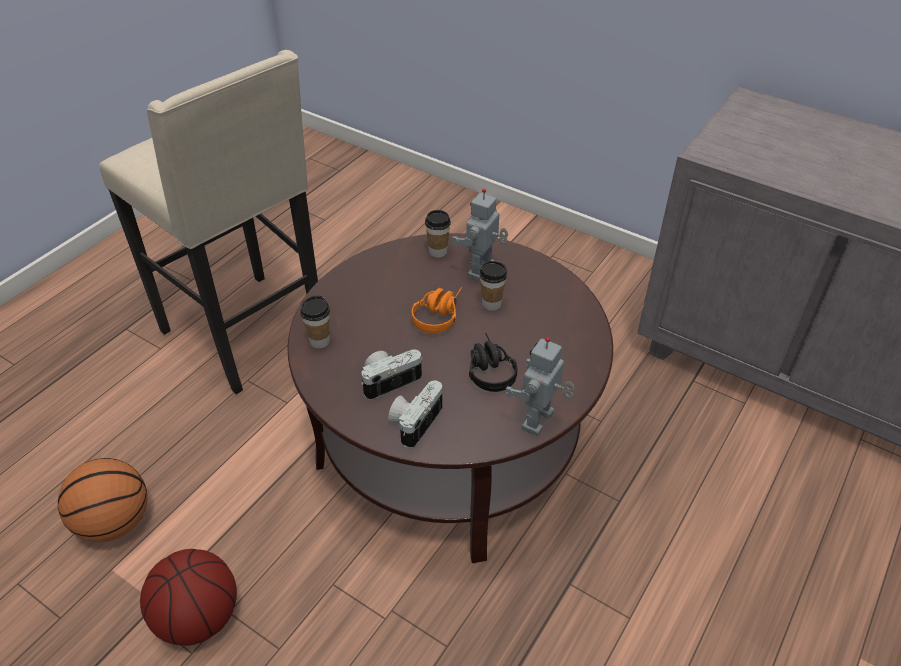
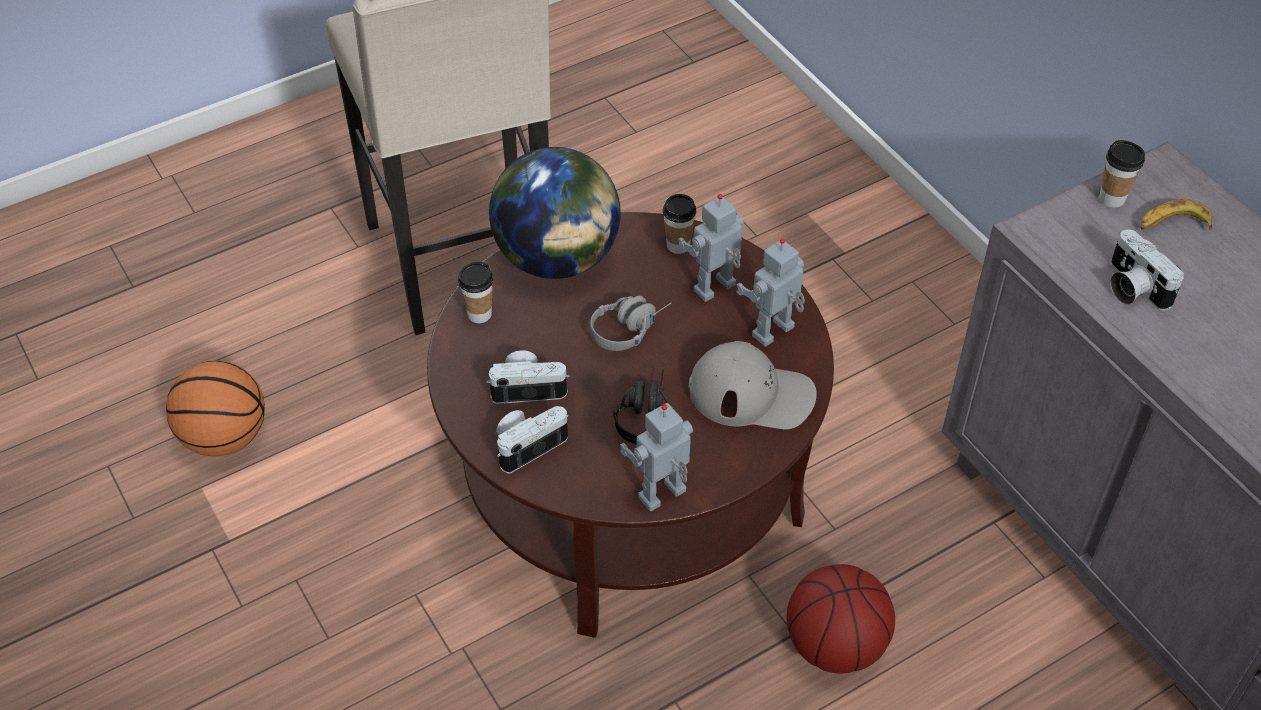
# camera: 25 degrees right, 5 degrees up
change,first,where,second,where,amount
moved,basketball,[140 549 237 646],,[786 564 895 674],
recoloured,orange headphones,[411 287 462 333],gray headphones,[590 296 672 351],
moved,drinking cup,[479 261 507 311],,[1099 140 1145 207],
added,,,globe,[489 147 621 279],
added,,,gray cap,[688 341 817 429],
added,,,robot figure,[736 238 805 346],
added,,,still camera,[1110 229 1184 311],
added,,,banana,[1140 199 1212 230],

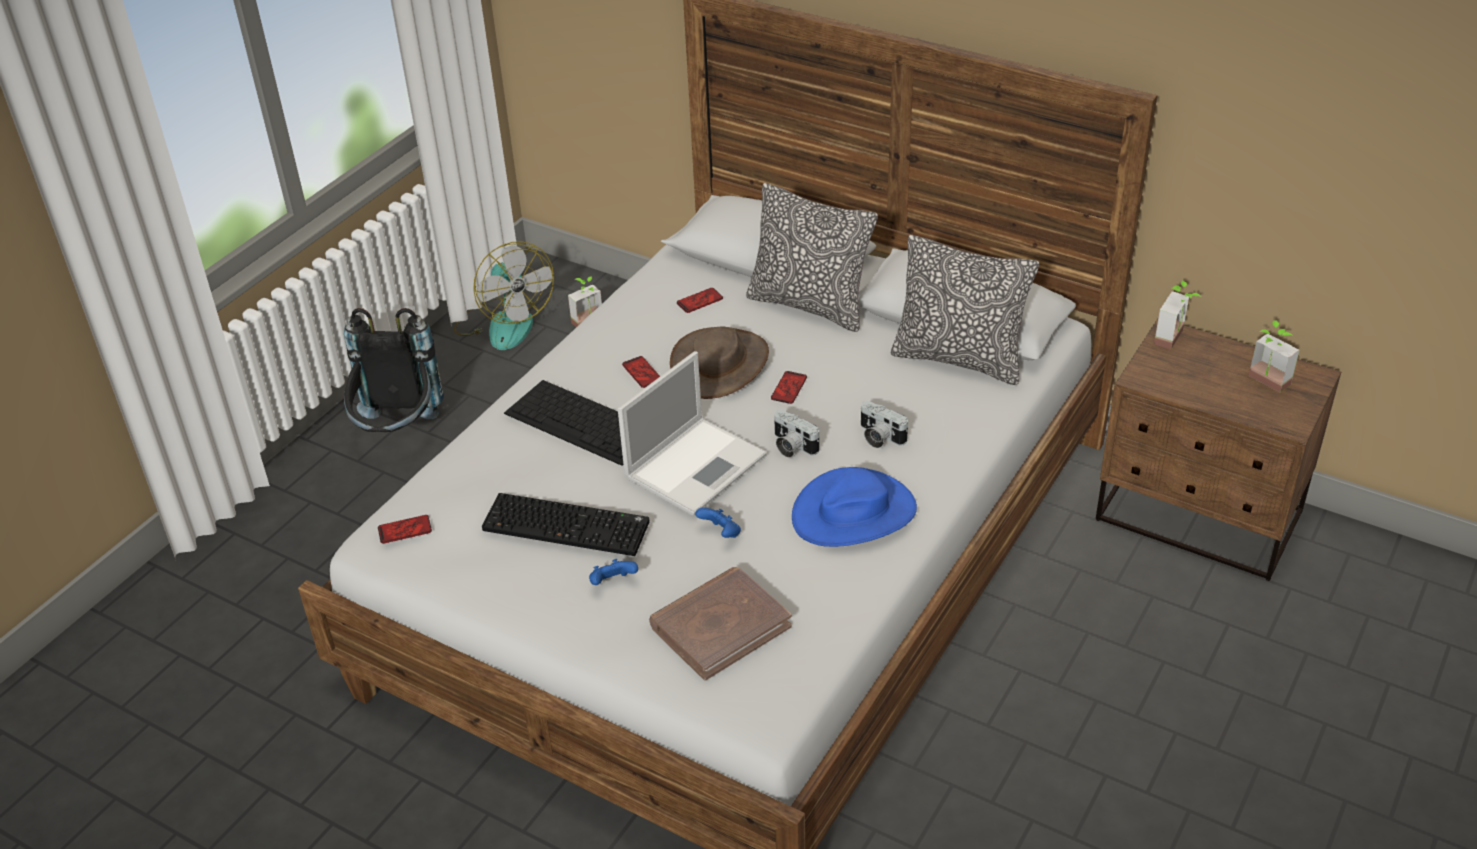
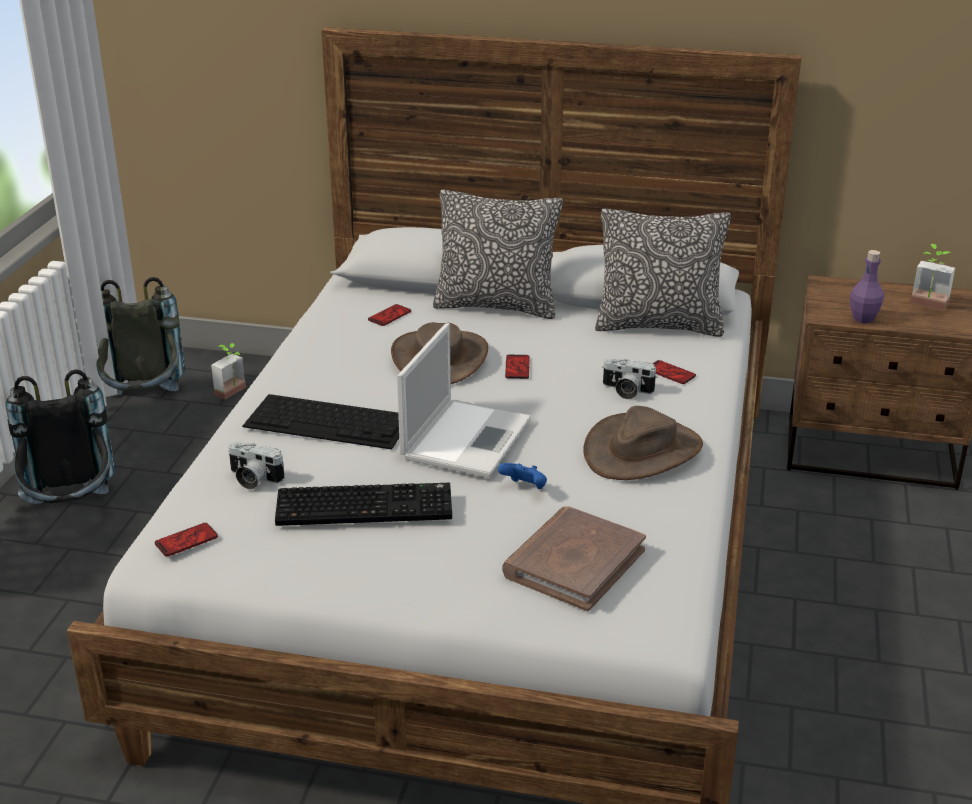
# camera: 20 degrees left, 10 degrees down
change,first,where,second,where,amount
replaced,fan,[454 242 554 350],gray rucksack,[96 277 185 395],
removed,blue-coloured gamepad,[589 559 638 585],,,
moved,phone,[622 356 660 388],,[652 360 696 384],
moved,still camera,[774 410 819 457],,[228 442 285 489],
recoloured,blue-coloured hat,[792 467 917 547],brownish hat,[583 406 703 480],
removed,potted plant,[1154 281 1201 349],,,
added,,,purple-coloured drink bottle,[850 250 884 324],

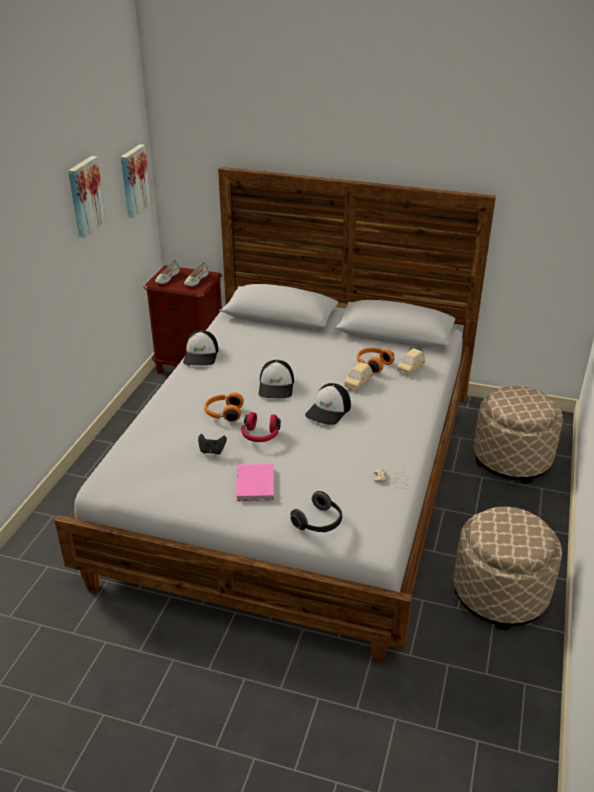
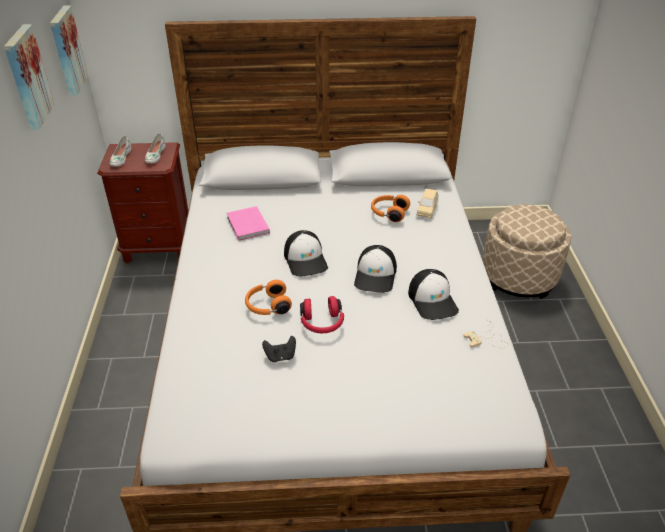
# camera: 20 degrees left, 5 degrees up
change,first,where,second,where,amount
moved,cap,[183 330 219 366],,[408 269 459 320],
moved,pink bound book,[236 464 274 501],,[227 206 270 241],
removed,headphones,[290 491 342 532],,,
removed,beige toy car,[344 362 372 391],,,
removed,beige pouffe,[454 507 562 630],,,

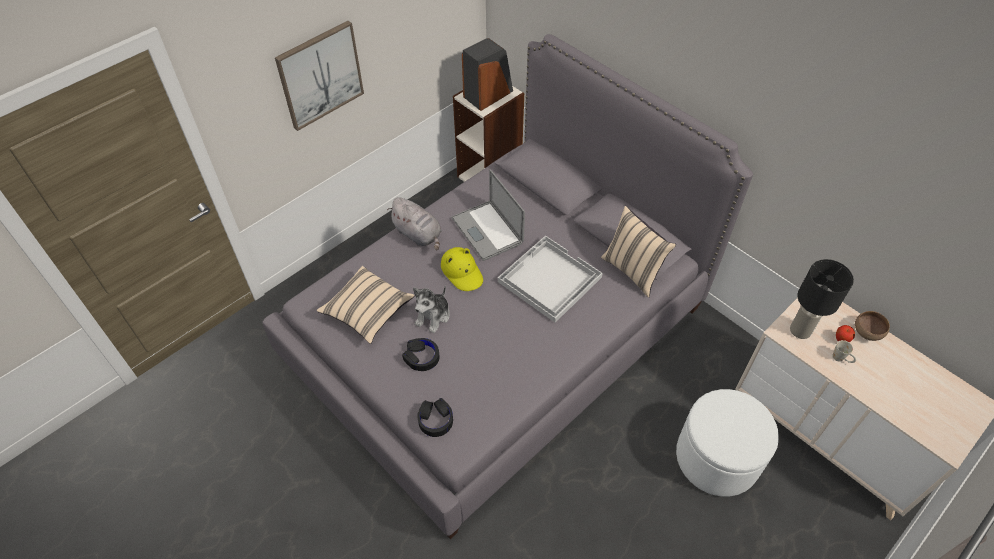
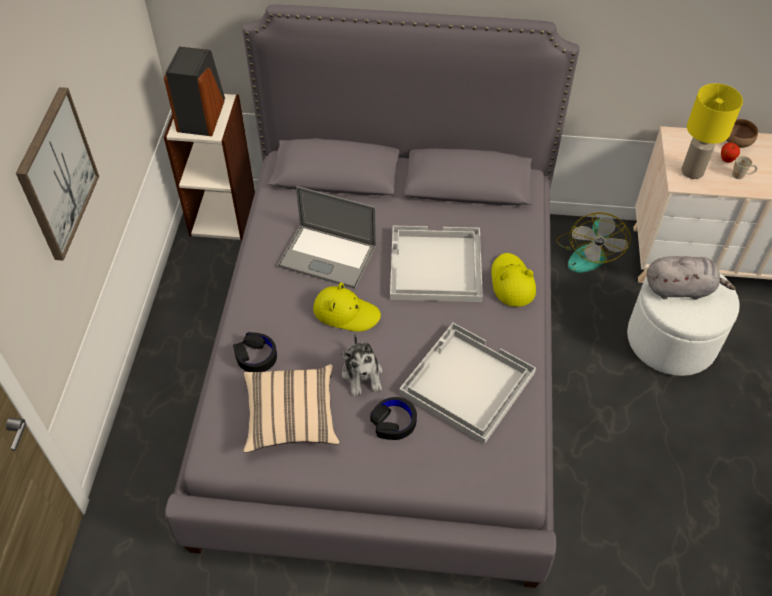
# camera: 40 degrees left, 0 degrees up
change,first,where,second,where,amount
moved,gray plush toy,[387 197 442 250],,[647 256 736 300],
moved,black headphones,[417 398 453 437],,[233 332 277 372],
removed,beige cushion,[601 206 676 298],,,
recoloured,black table lamp,[790 259 854 339],yellow table lamp,[681 83 743 179],
added,,,white-coloured carrying tray,[399 323 536 444],
added,,,yellow hat,[491 253 536 307],
added,,,fan,[556 212 630 273],

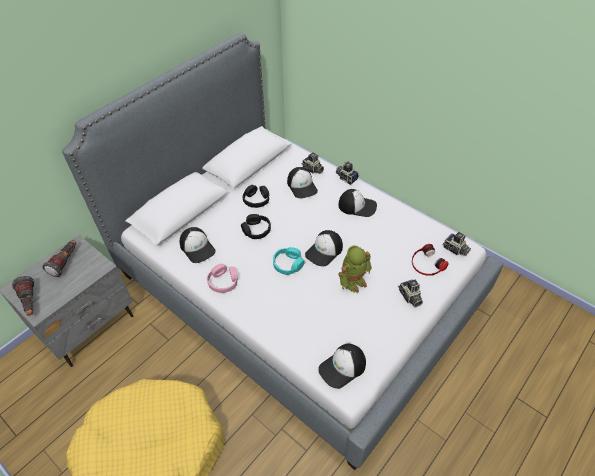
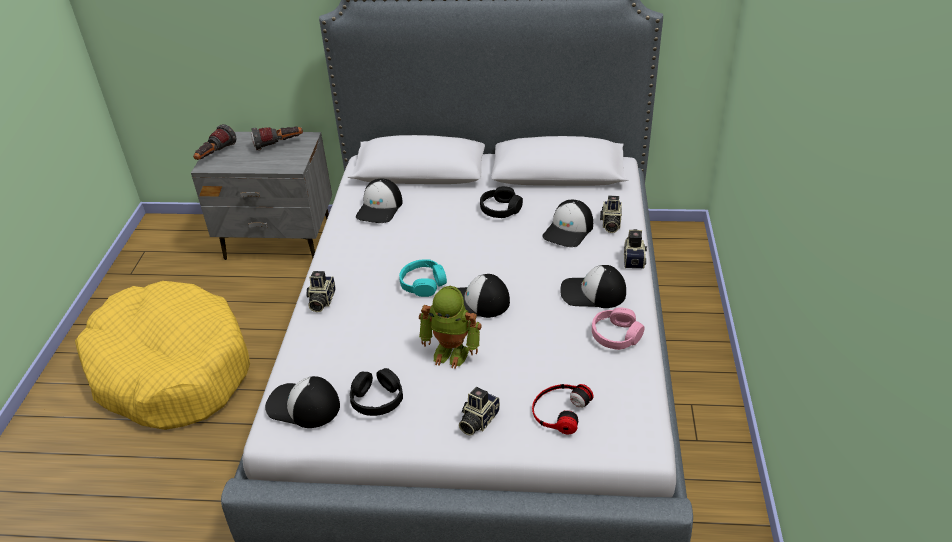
# camera: 55 degrees right, 10 degrees down
change,first,where,second,where,amount
moved,pink headphones,[207 264 238 293],,[592 307 644 350],
moved,black headphones,[241 214 271 239],,[350 368 403 416],
turned,cap,[338 189 377 217],,[560 265 626 308],120 degrees clockwise
moved,still camera,[443 232 471 256],,[306 271 335 312],

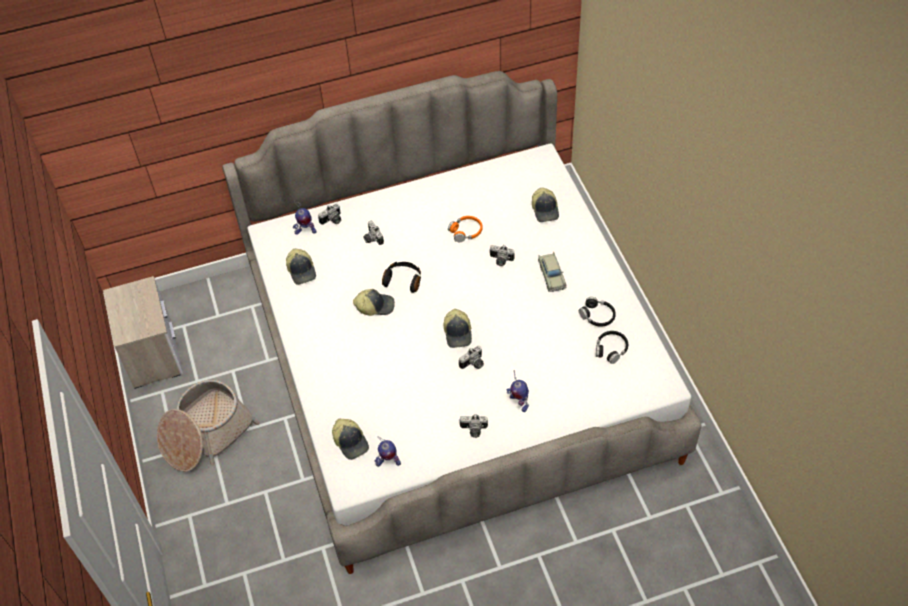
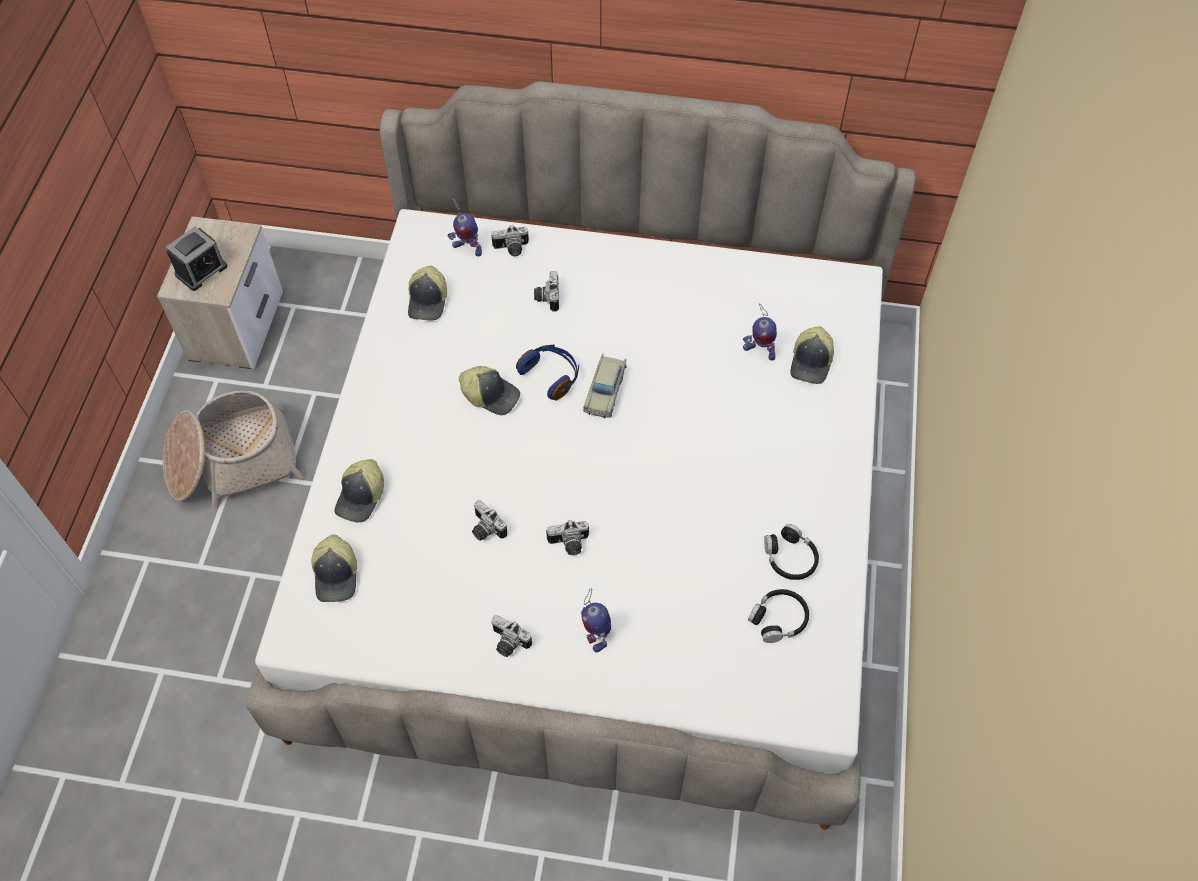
# camera: 25 degrees right, 5 degrees up
change,first,where,second,where,amount
moved,robot figure,[375 436 401 467],,[743 303 777 360],
recoloured,black headphones,[382 262 421 293],blue-coloured headphones,[516 345 579 400],
moved,cap,[444 309 472 348],,[335 459 384 522],
removed,orange headphones,[448 216 483 242],,,
moved,still camera,[490 245 514 266],,[472 500 507 541],
moved,beige toy car,[538 252 566 292],,[583 354 627 418],
added,,,alarm clock,[166 226 228 291],

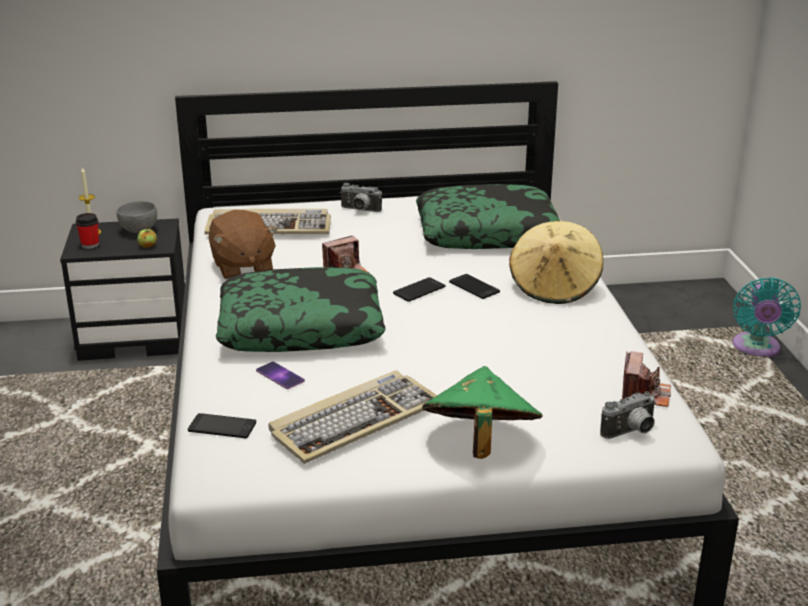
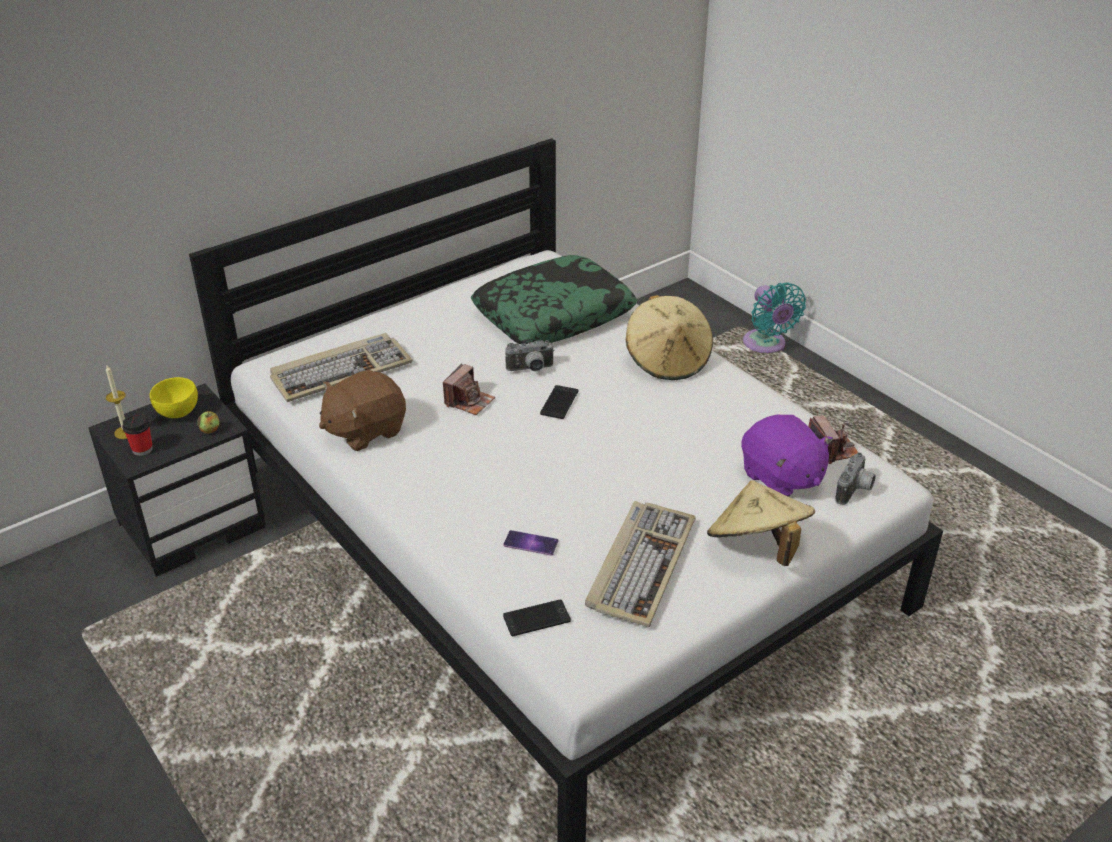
# camera: 30 degrees left, 10 degrees up
change,first,where,second,where,amount
recoloured,gray bowl,[116 201 157 233],yellow bowl,[150 377 198 418],
turned,brownish plush toy,[208 210 278 279],,[319 370 406 451],105 degrees clockwise
removed,cushion,[216 267 385 352],,,
moved,still camera,[340 183 382 212],,[505 340 555 372],
recoloured,green hat,[422 366 542 459],beige hat,[707 480 815 566],
removed,phone,[449 274 500 299],,,
added,,,purple-coloured plush toy,[741 414 833 497],

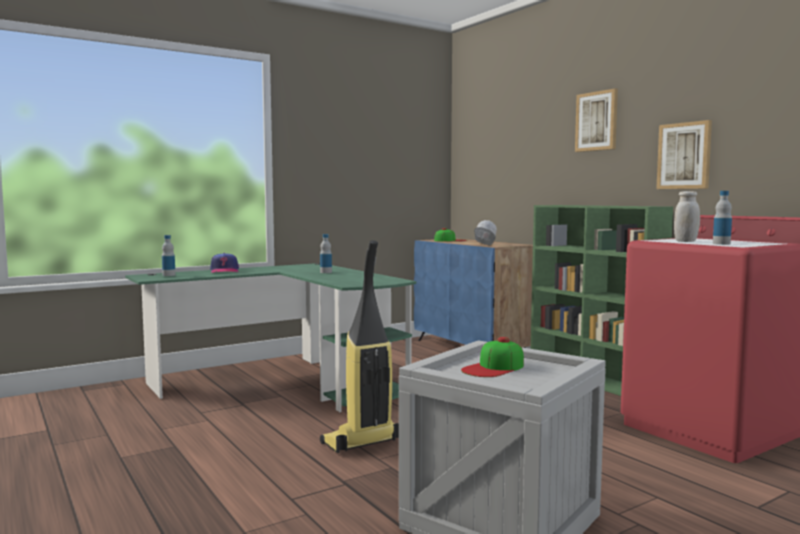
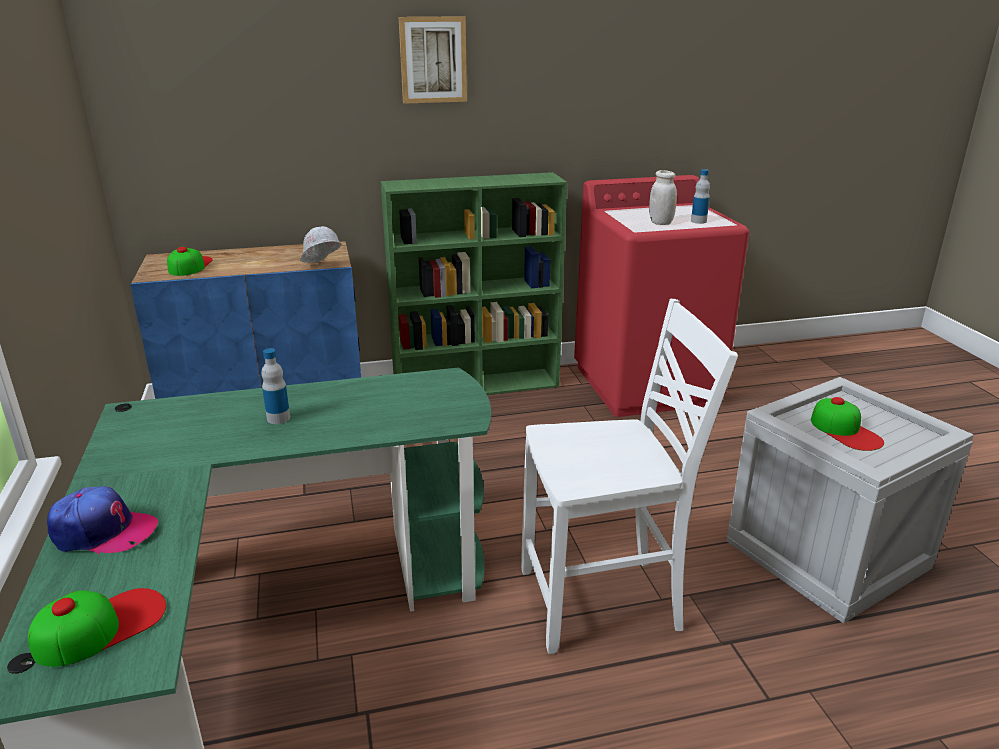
# camera: 70 degrees left, 20 degrees up
change,first,where,second,where,amount
replaced,drink bottle,[162 235 175 276],cap,[28 588 166 667],
replaced,hoover,[320 240 399 453],white-coloured chair,[521 299 738 654],
removed,wall art,[656 120 712 189],,,

